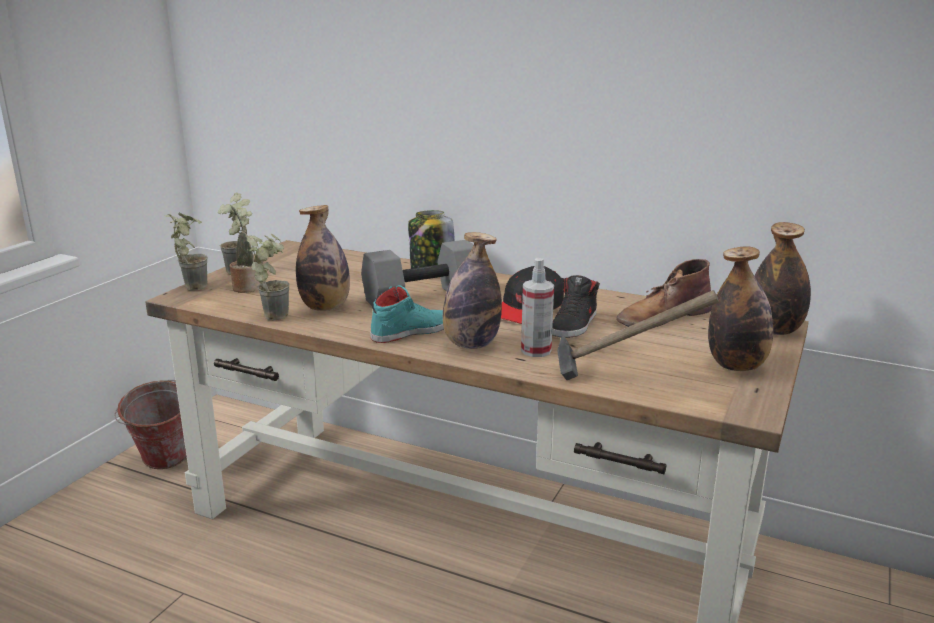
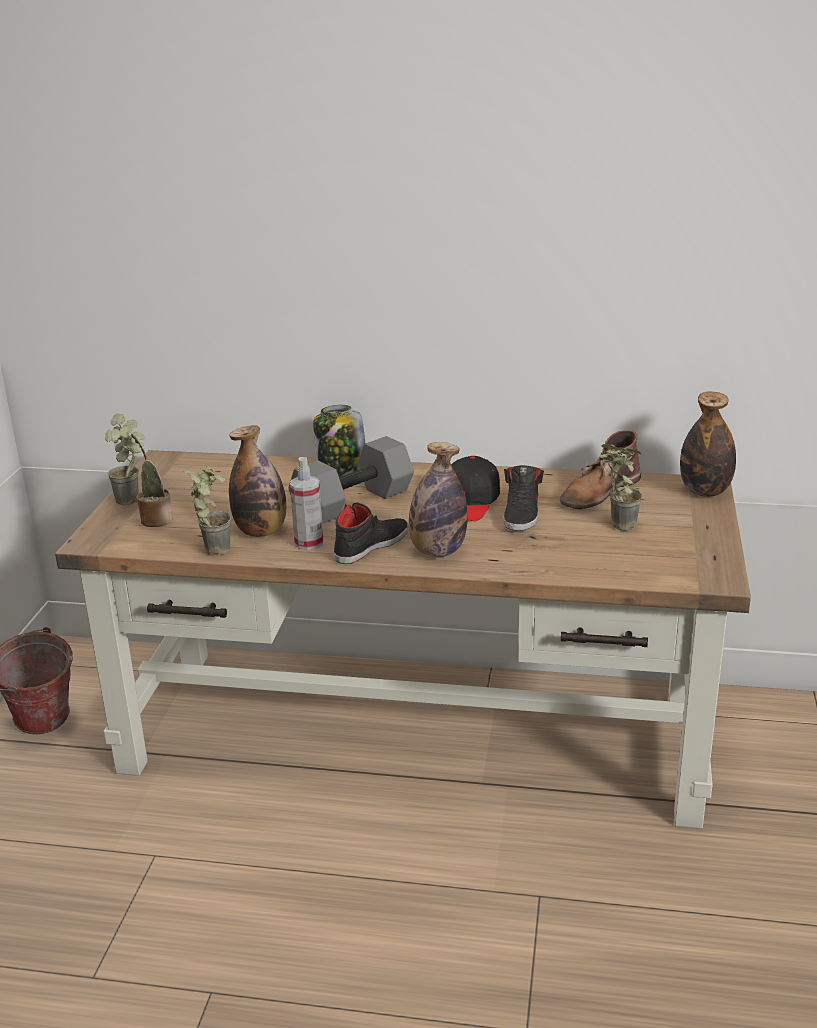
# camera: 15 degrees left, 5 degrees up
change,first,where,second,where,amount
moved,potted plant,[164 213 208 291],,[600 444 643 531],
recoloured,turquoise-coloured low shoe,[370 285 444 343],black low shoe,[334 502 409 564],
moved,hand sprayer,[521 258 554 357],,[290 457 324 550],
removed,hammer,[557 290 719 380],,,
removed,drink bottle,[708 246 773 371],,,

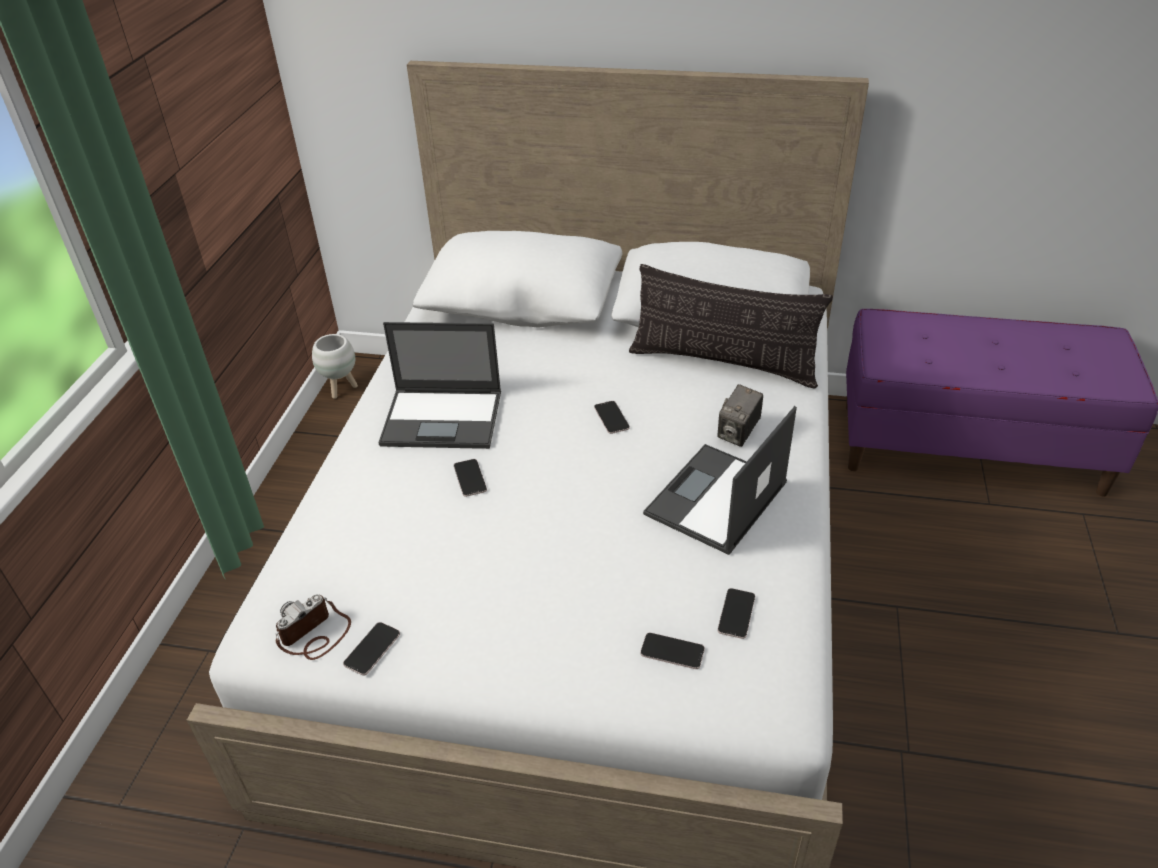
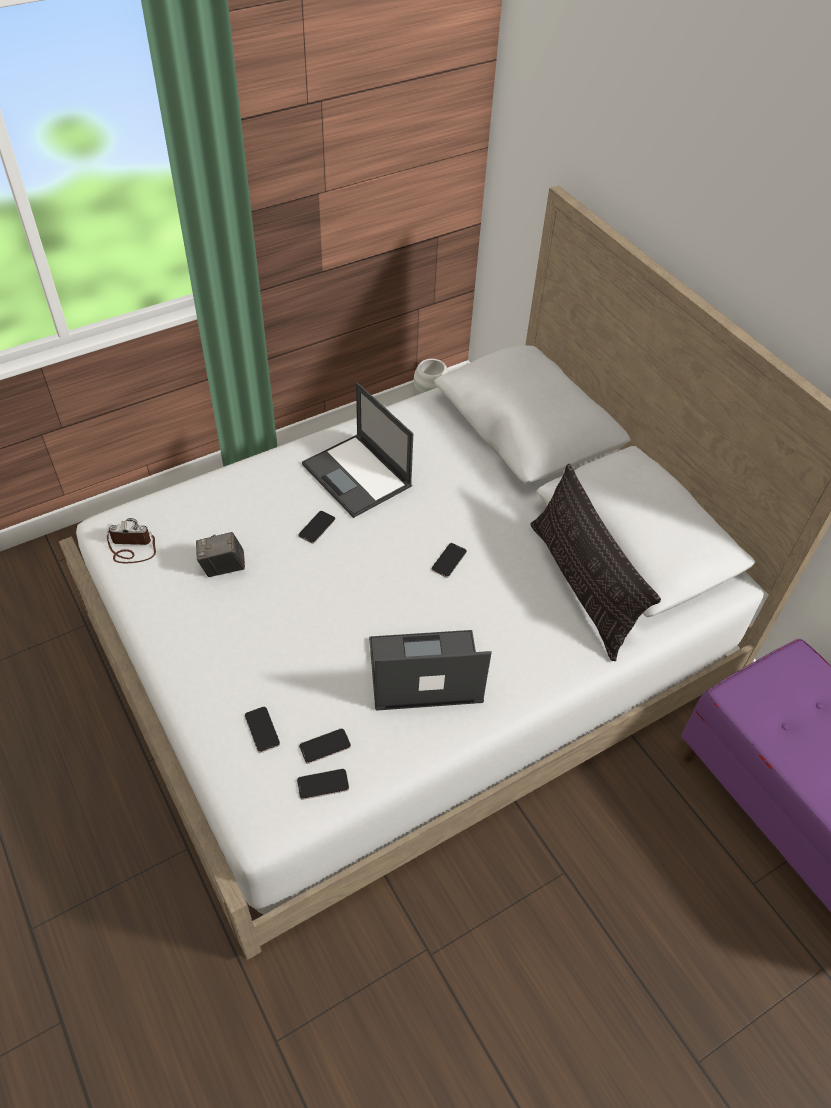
# camera: 45 degrees right, 10 degrees up
change,first,where,second,where,amount
moved,phone,[343 622 400 676],,[297 769 349 800],
moved,still camera,[717 384 763 447],,[196 532 245 577],

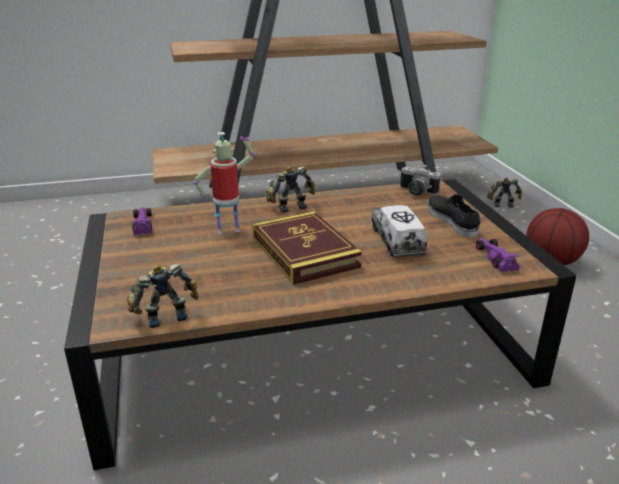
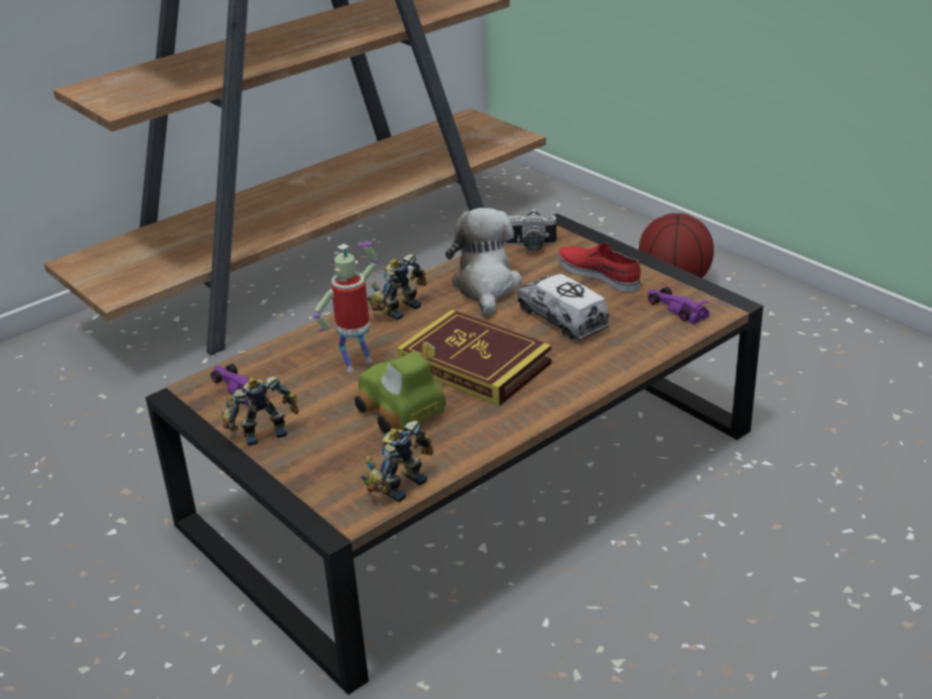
# camera: 25 degrees left, 5 degrees up
change,first,where,second,where,amount
recoloured,black low shoe,[427 194 480 238],reddish low shoe,[558 243 641 292],
moved,robot figure,[487 178 522 208],,[222 376 299 446],
added,,,toy car,[355 341 446 434],
added,,,plush toy,[445 208 522 316],

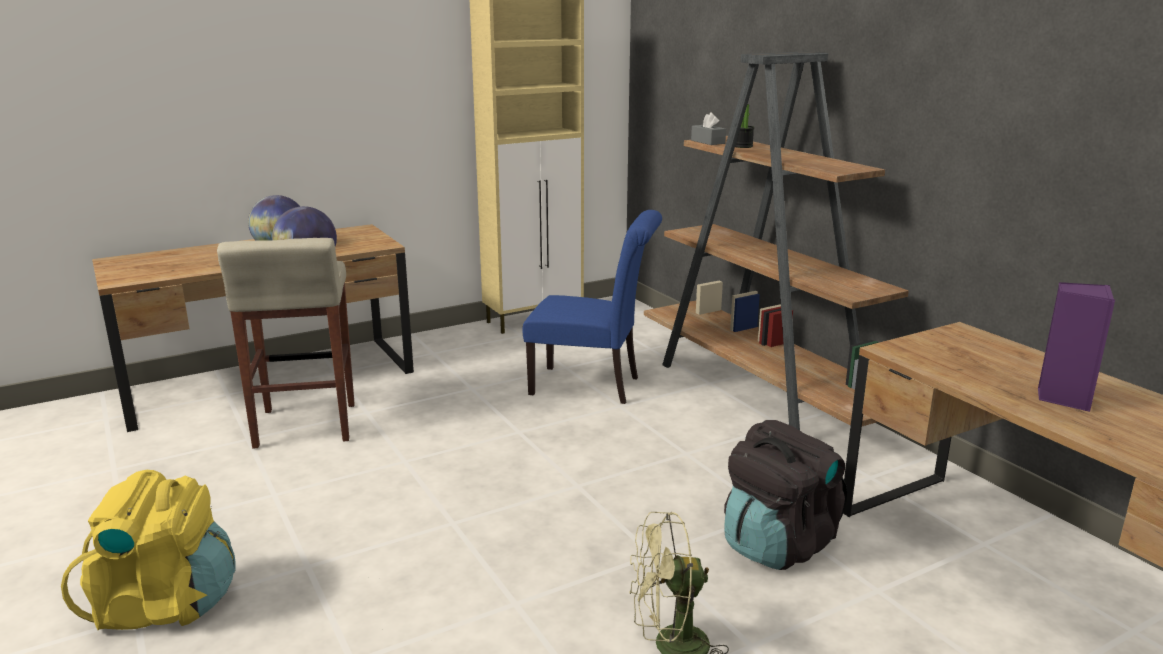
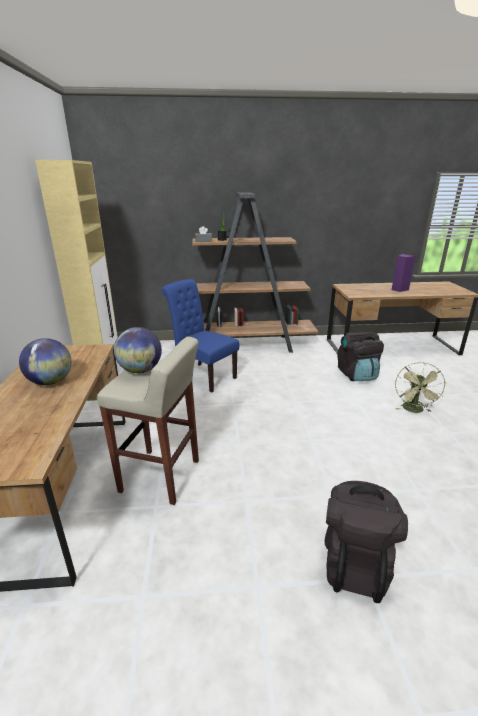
# camera: 65 degrees left, 5 degrees up
change,first,where,second,where,amount
recoloured,yellow rucksack,[61 470 236 630],black rucksack,[325 481 408 603],
turned,blue-coloured chair,[523 210 662 404],,[162 279 239 393],90 degrees counterclockwise

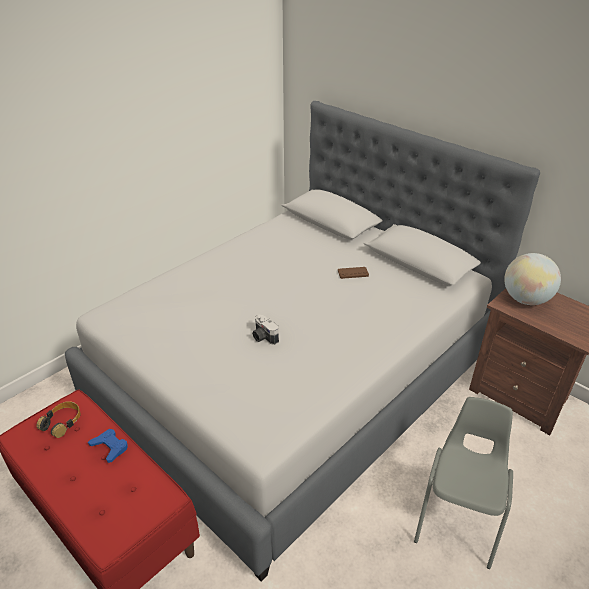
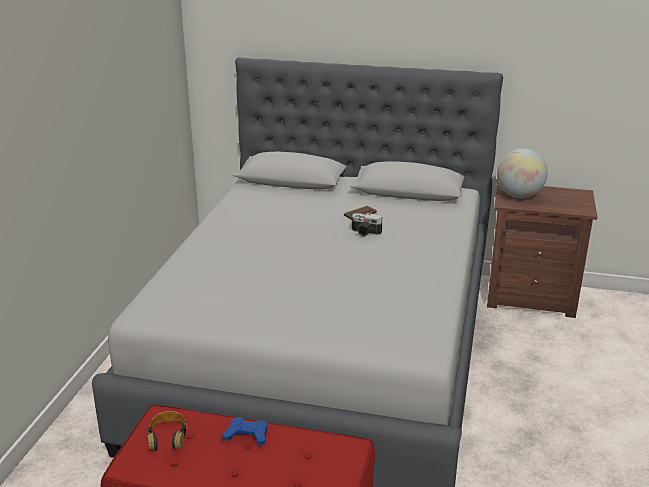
# camera: 30 degrees left, 10 degrees down
change,first,where,second,where,amount
moved,still camera,[252 315 279 345],,[352 213 382 236],
removed,gray chair,[414 397 513 569],,,

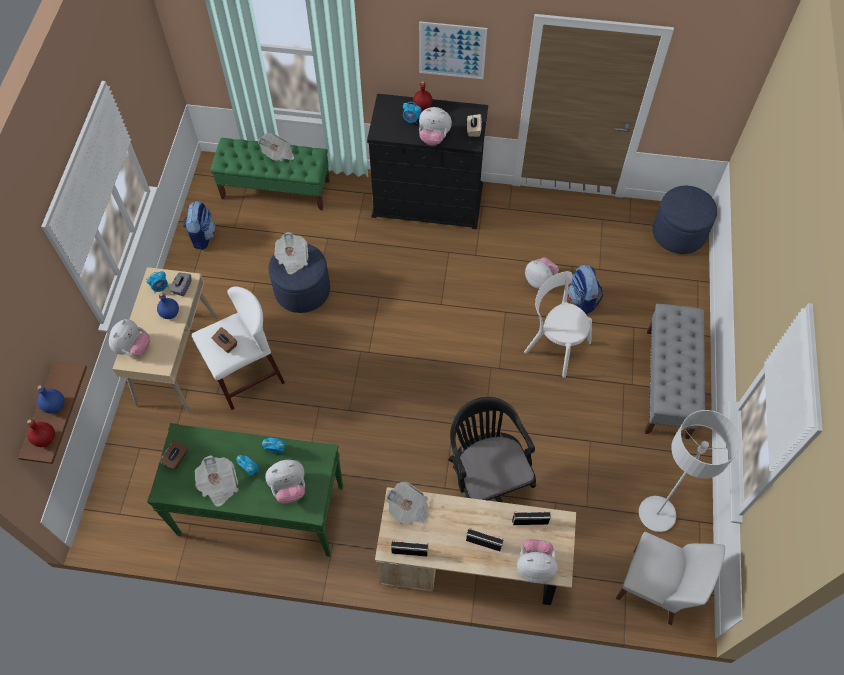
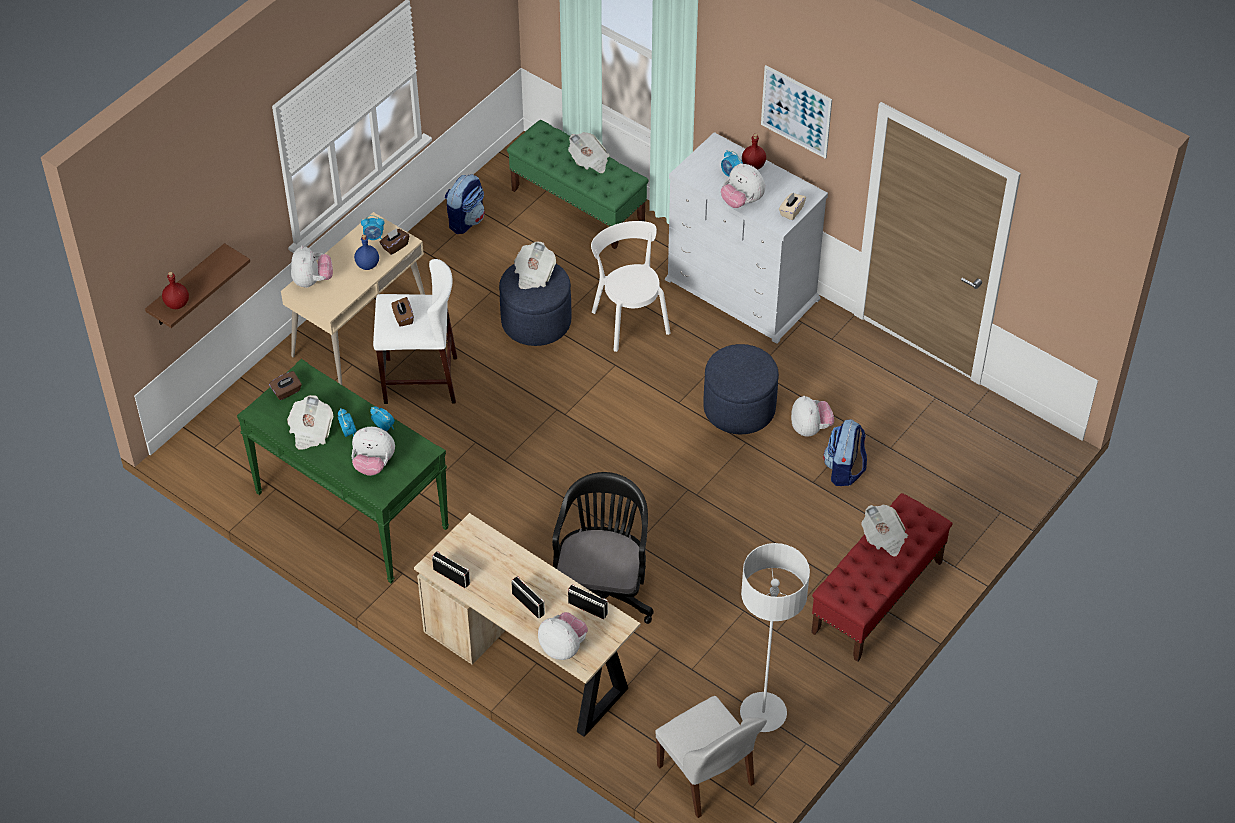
# camera: 30 degrees right, 10 degrees down
change,first,where,second,where,amount
removed,blue-coloured drink bottle,[37 385 64 414],,,
turned,plush toy,[109 319 150 356],,[291 245 333 288],60 degrees counterclockwise
recoloured,gray tissue holder,[170 273 191 296],brownish tissue holder,[380 228 409 255],
recoloured,black drawer chest,[367 94 488 229],white-coloured drawer chest,[665 132 828 344],
moved,newspaper,[386 482 428 525],,[861 505 908 557],
moved,white-coloured chair,[524 271 592 378],,[591 221 671 352],
recoloured,gray indoor bench,[645 304 705 439],reddish indoor bench,[811 493 952 662],
moved,blue-coloured pouffe,[652 186 717 254],,[704 344 779 434],

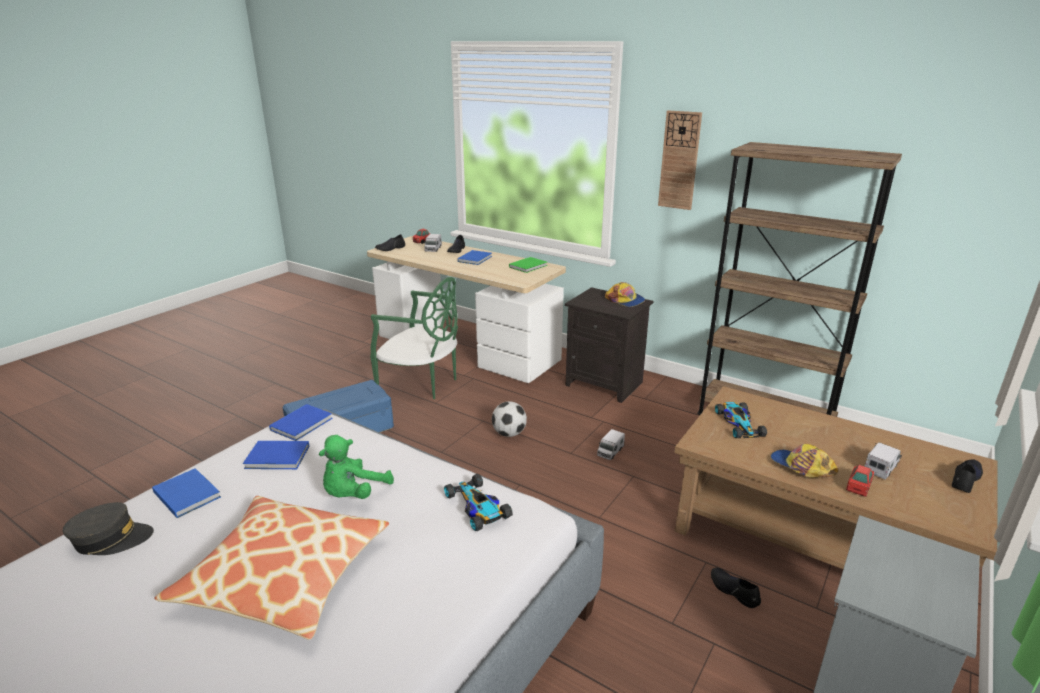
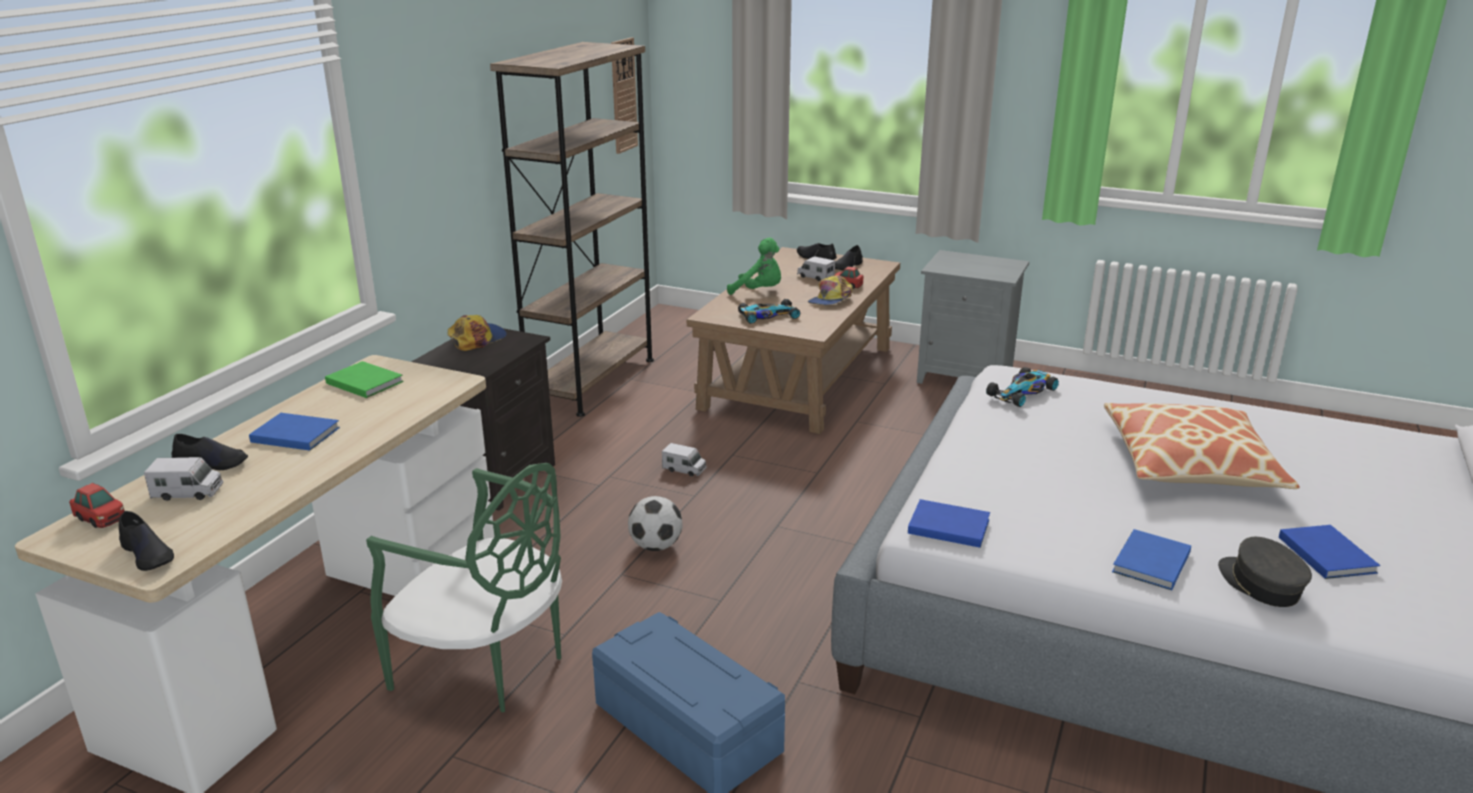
# camera: 100 degrees left, 0 degrees up
change,first,where,second,where,amount
moved,blue-coloured bound book,[243 441 309 469],,[1279 525 1380 579],
moved,green plush toy,[319 435 394 499],,[727 238 781 295],
turned,green chair,[370 277 458 399],,[366 463 562 712],105 degrees clockwise
moved,clock on the wall,[658 110 702 210],,[611 37 638 154],
moved,black low shoe,[711 568 761 608],,[835 245 863 270],

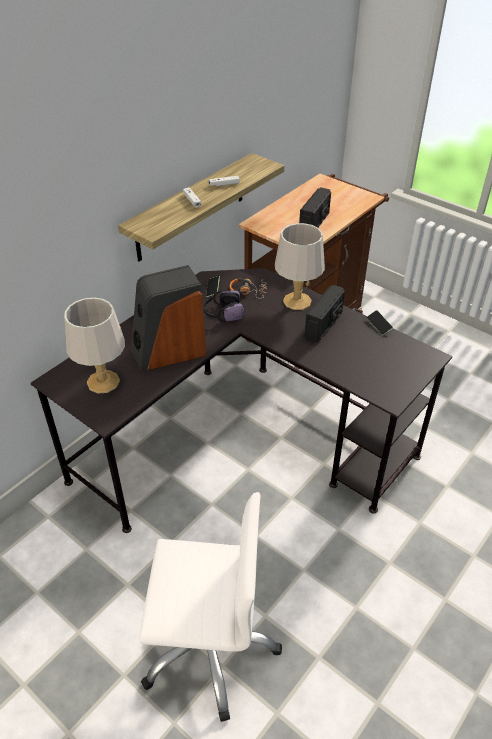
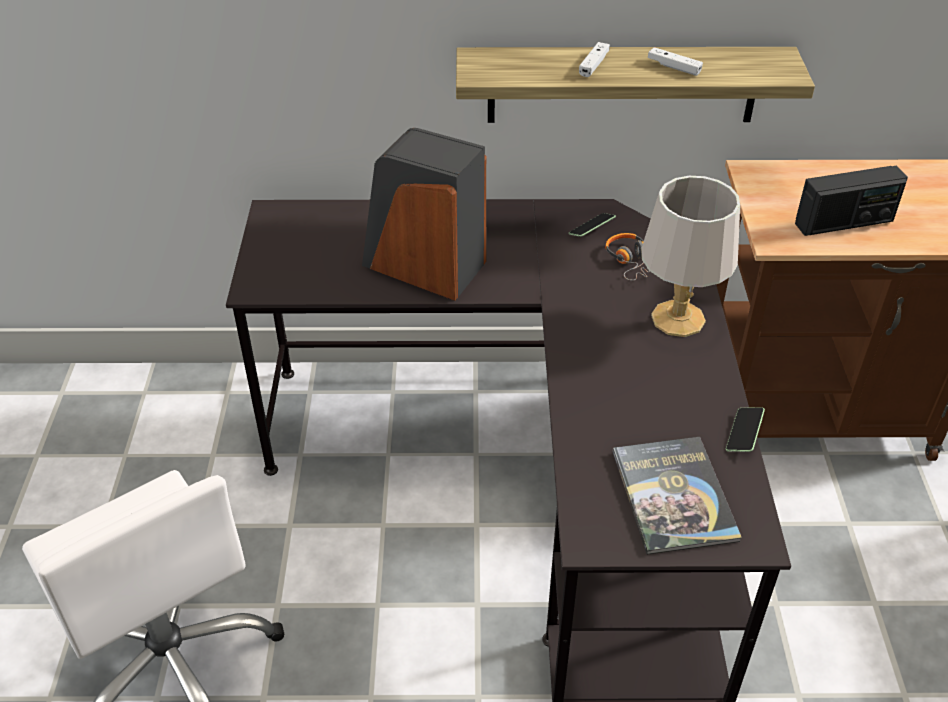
# camera: 50 degrees right, 0 degrees up
change,first,where,second,where,amount
removed,gray table lamp,[64 297 125 394],,,
removed,headphones,[203 290 244 322],,,
removed,radio set,[304 285 345 342],,,
added,,,bound book,[612 437 742 555],

